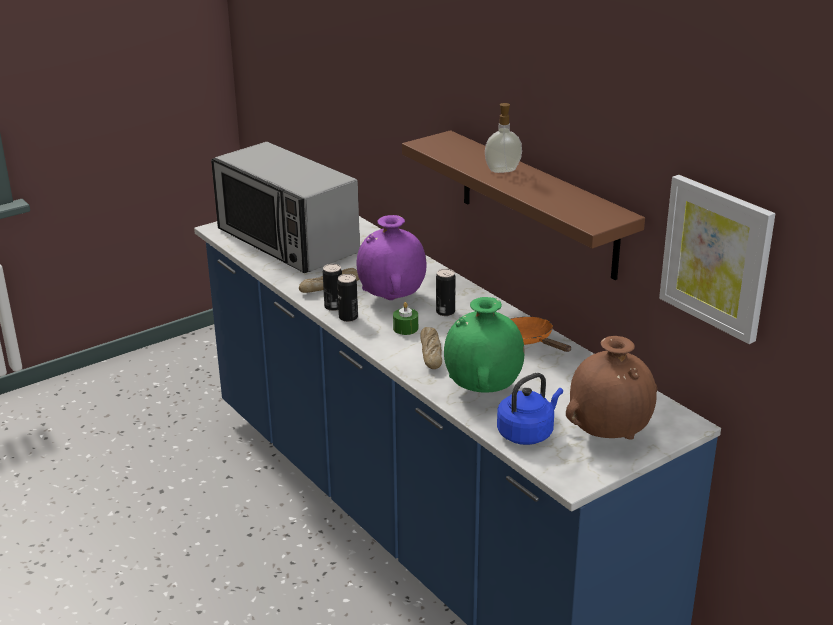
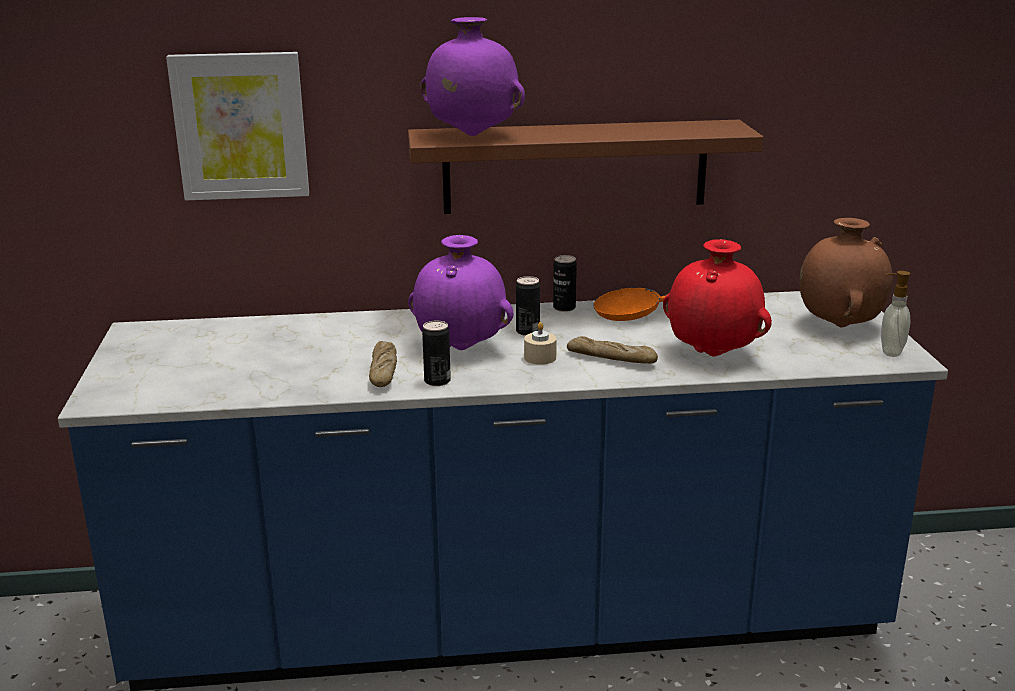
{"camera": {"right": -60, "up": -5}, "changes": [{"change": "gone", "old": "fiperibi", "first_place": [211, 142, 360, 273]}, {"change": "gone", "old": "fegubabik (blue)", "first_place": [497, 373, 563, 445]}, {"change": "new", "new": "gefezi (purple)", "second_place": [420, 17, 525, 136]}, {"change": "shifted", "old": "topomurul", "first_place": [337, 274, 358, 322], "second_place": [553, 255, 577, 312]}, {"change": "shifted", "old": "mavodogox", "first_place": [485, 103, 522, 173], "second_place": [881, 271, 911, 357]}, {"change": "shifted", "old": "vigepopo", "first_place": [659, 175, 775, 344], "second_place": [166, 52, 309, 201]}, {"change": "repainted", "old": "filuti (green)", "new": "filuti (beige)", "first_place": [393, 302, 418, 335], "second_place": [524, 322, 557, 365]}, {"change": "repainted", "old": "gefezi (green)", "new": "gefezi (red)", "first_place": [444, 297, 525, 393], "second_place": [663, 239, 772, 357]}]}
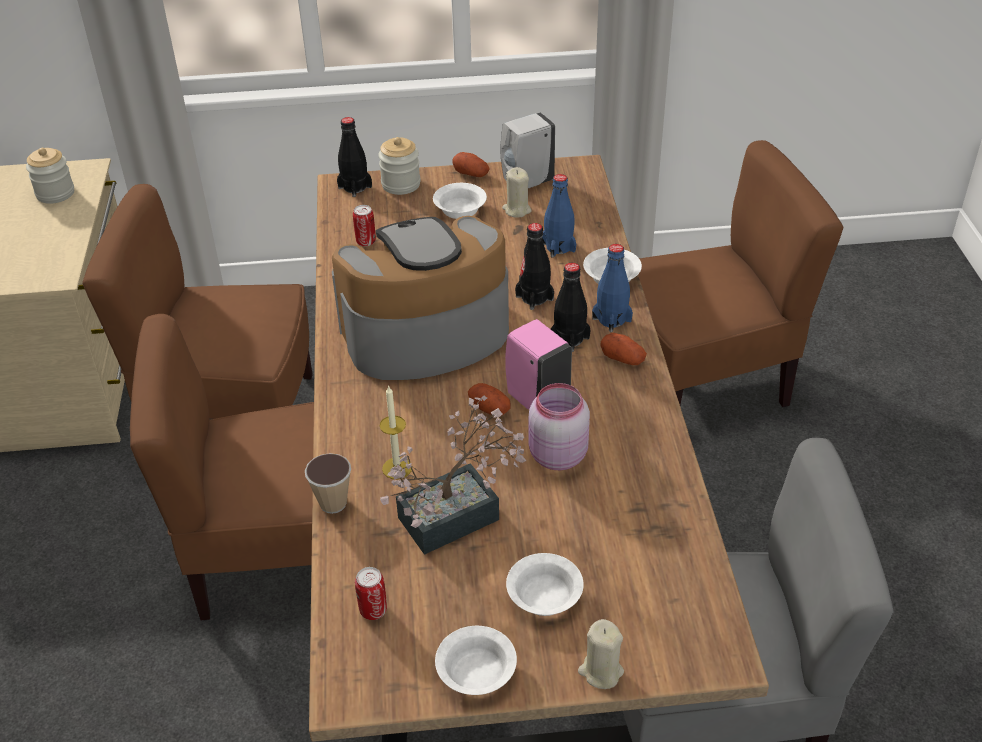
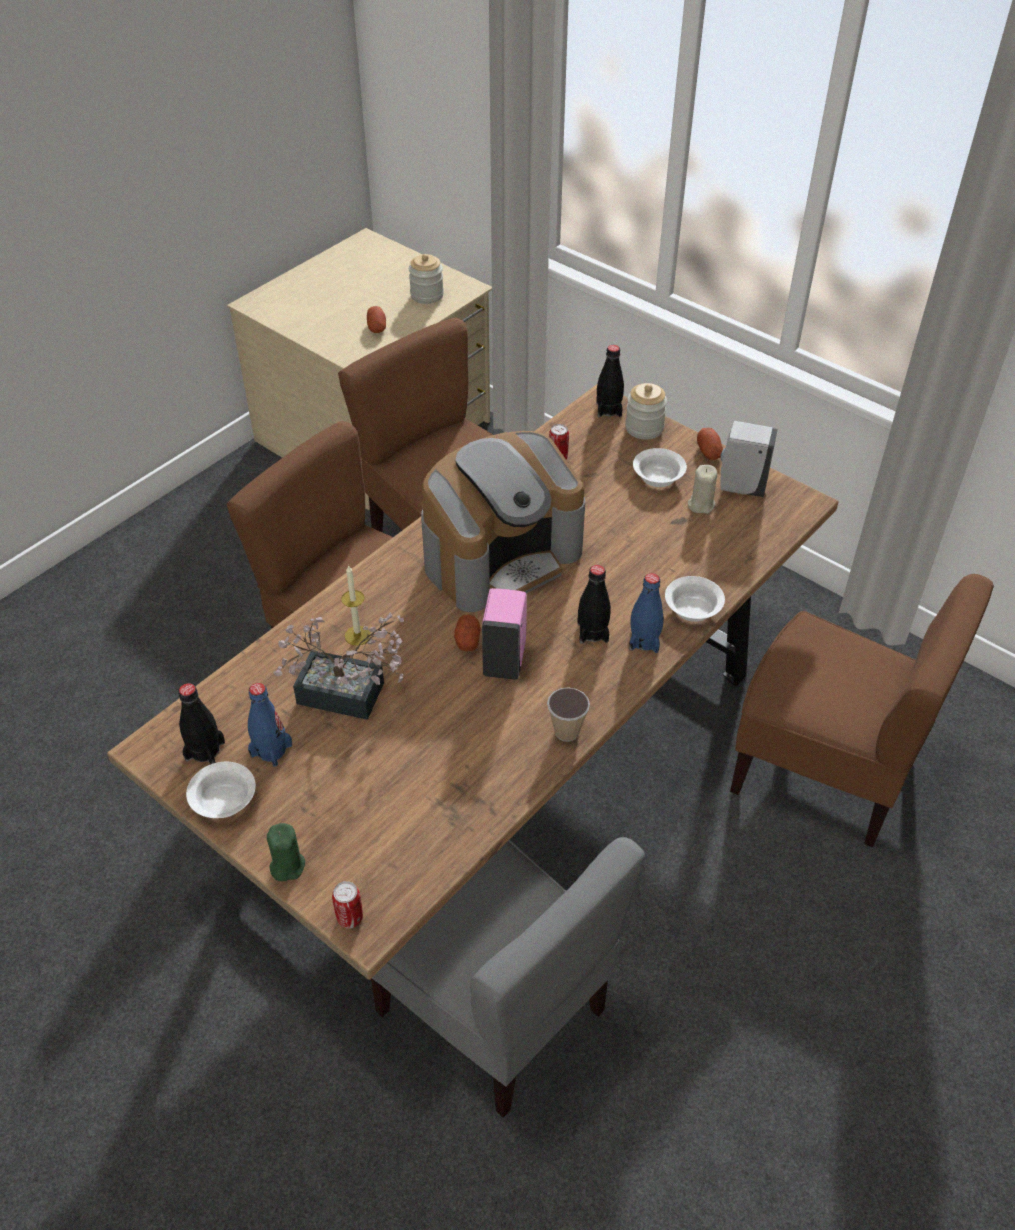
{"camera": {"right": 45, "up": 5}, "changes": [{"change": "gone", "old": "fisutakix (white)", "first_place": [506, 553, 584, 616]}, {"change": "gone", "old": "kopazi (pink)", "first_place": [529, 383, 590, 470]}, {"change": "shifted", "old": "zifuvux", "first_place": [305, 453, 351, 514], "second_place": [547, 688, 590, 742]}, {"change": "shifted", "old": "topomurul", "first_place": [355, 567, 387, 620], "second_place": [332, 881, 363, 929]}, {"change": "shifted", "old": "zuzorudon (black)", "first_place": [515, 223, 554, 310], "second_place": [178, 683, 225, 764]}, {"change": "shifted", "old": "zuzorudon (blue)", "first_place": [542, 174, 576, 257], "second_place": [248, 683, 292, 767]}, {"change": "shifted", "old": "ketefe", "first_place": [600, 333, 647, 365], "second_place": [367, 306, 386, 333]}, {"change": "repainted", "old": "filuti (beige)", "new": "filuti (green)", "first_place": [578, 619, 624, 689], "second_place": [267, 823, 305, 882]}, {"change": "rotated", "old": "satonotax", "first_place": [332, 216, 509, 380], "second_place": [421, 431, 585, 612], "degrees": 120}]}
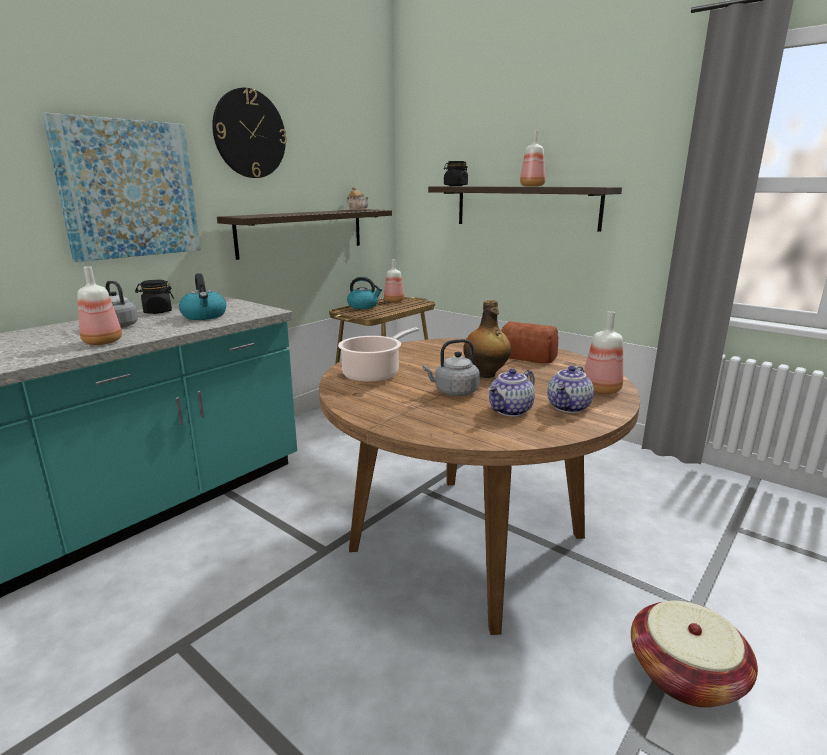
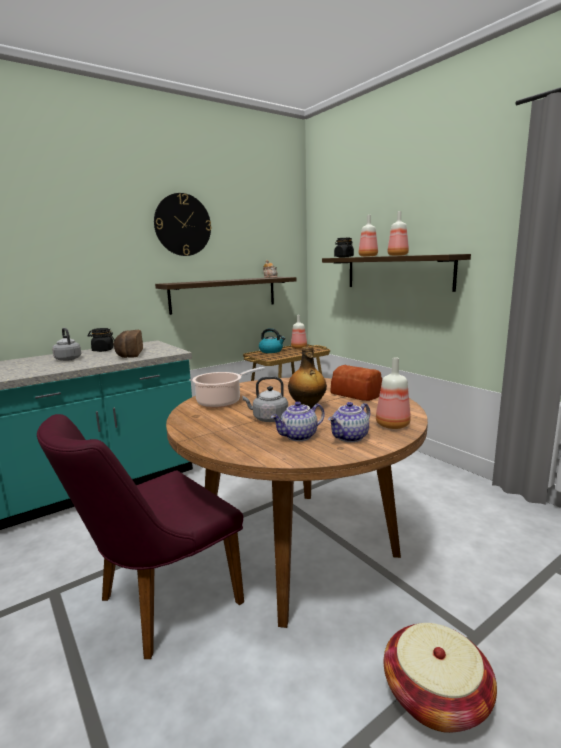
{"camera": {"right": 15, "up": -5}, "changes": [{"change": "gone", "old": "vigepopo", "first_place": [42, 113, 201, 262]}, {"change": "new", "new": "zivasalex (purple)", "second_place": [37, 414, 244, 659]}, {"change": "shifted", "old": "zuzorudon", "first_place": [77, 266, 122, 345], "second_place": [359, 215, 378, 257]}, {"change": "swapped", "old": "fegubabik", "new": "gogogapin", "first_place": [179, 273, 226, 320], "second_place": [113, 330, 143, 358]}]}
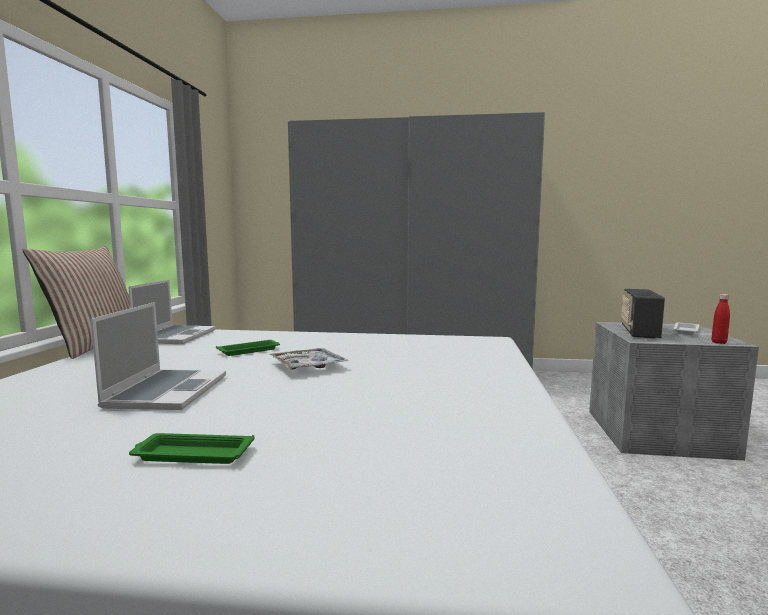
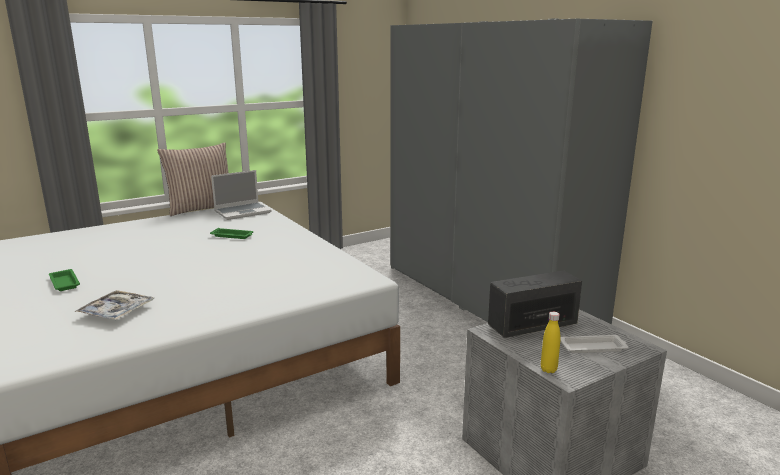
{"camera": {"right": 50, "up": 10}, "changes": [{"change": "gone", "old": "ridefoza", "first_place": [91, 302, 226, 410]}, {"change": "shifted", "old": "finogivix", "first_place": [270, 348, 349, 370], "second_place": [74, 290, 154, 320]}, {"change": "repainted", "old": "zuzorudon (red)", "new": "zuzorudon (yellow)", "first_place": [711, 294, 730, 344], "second_place": [541, 312, 561, 373]}]}
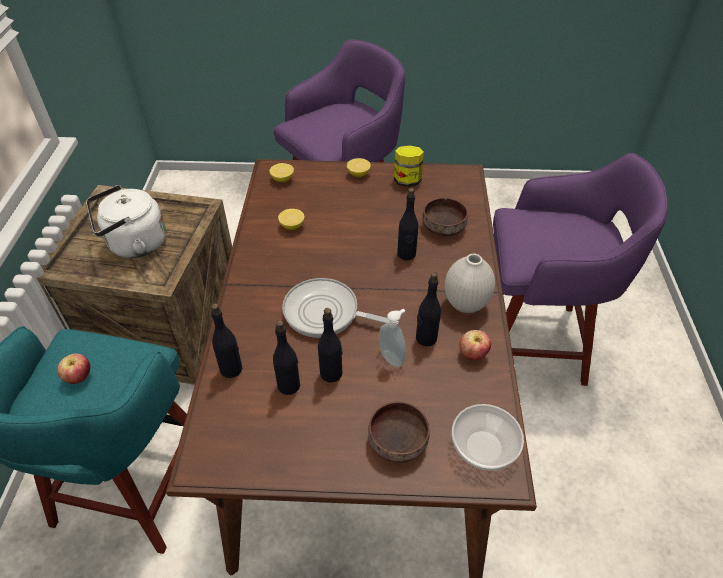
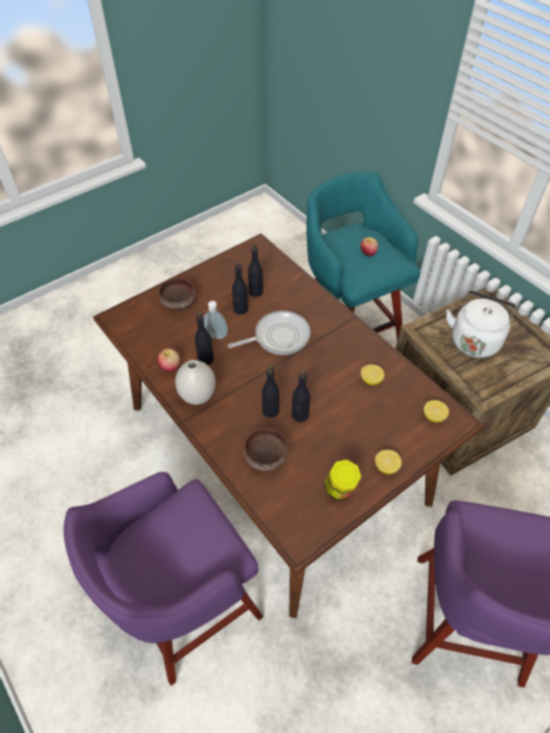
{"camera": {"right": 140, "up": 5}, "changes": [{"change": "gone", "old": "fisutakix", "first_place": [452, 404, 524, 471]}, {"change": "shifted", "old": "zuzorudon (black)", "first_place": [211, 303, 242, 378], "second_place": [292, 369, 310, 422]}]}
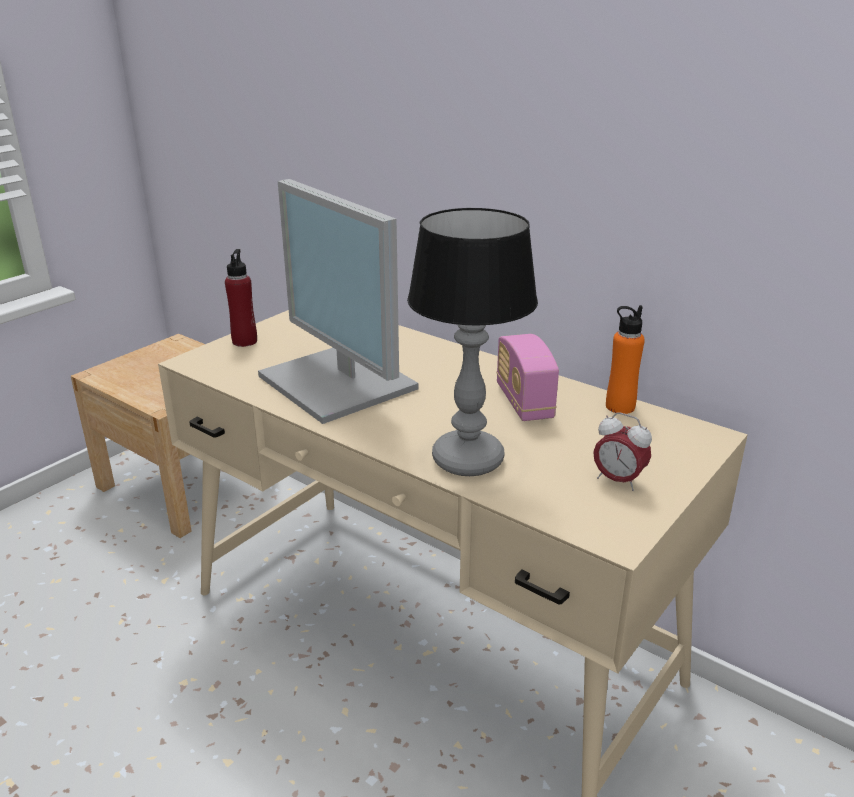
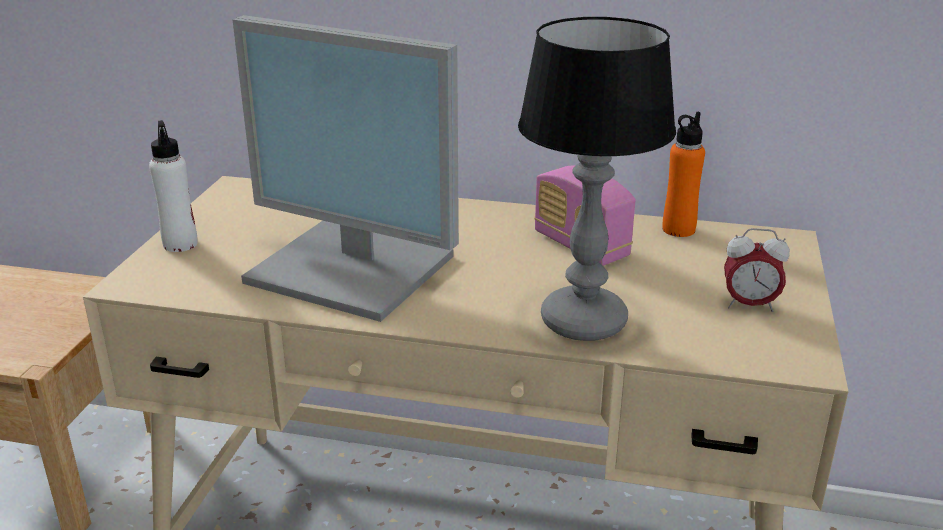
{"camera": {"right": -25, "up": 0}, "changes": [{"change": "repainted", "old": "zuzorudon (red)", "new": "zuzorudon (white)", "first_place": [225, 249, 257, 347], "second_place": [149, 120, 198, 252]}]}
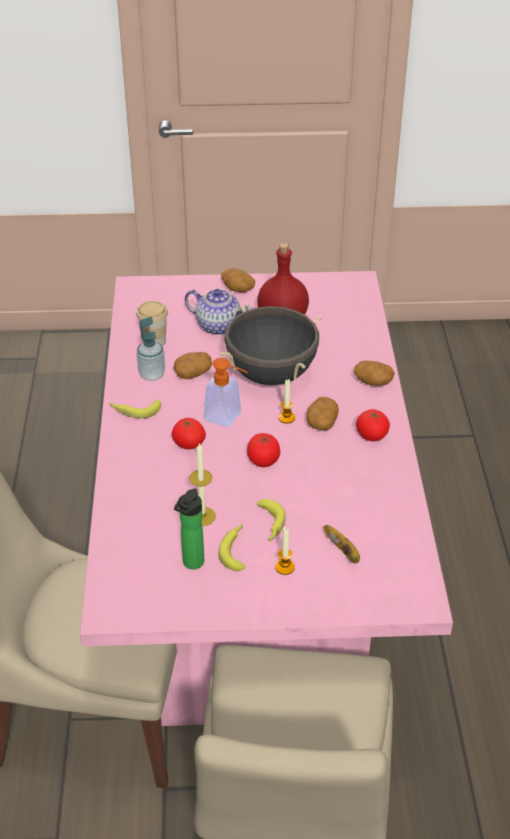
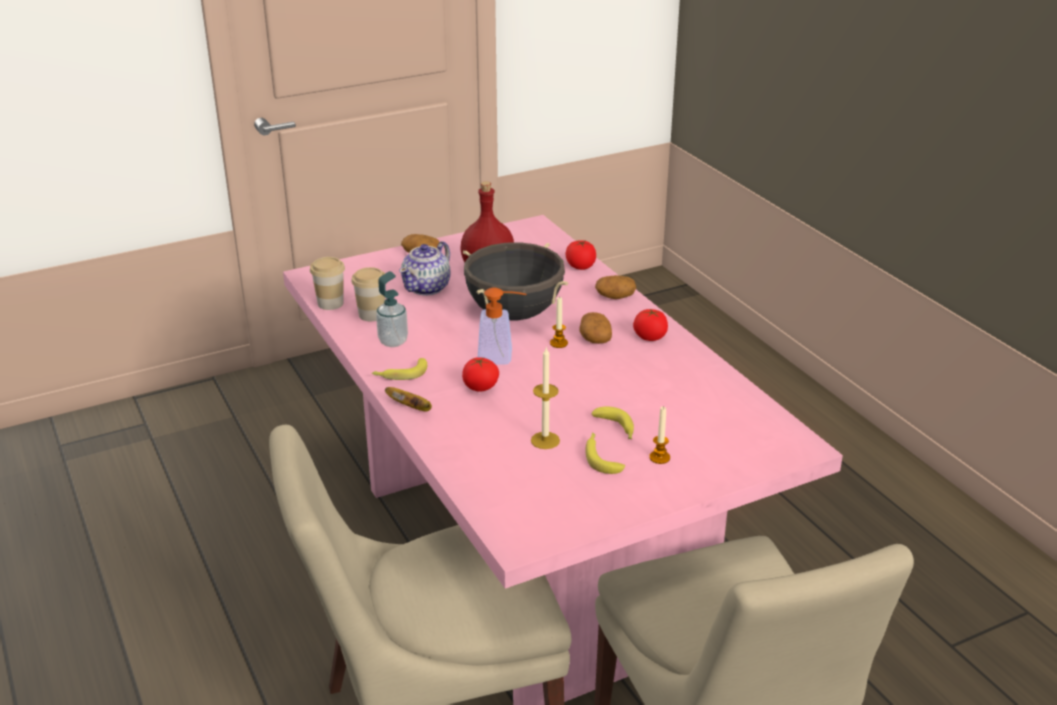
{"camera": {"right": -25, "up": -10}, "changes": [{"change": "gone", "old": "ketefe", "first_place": [173, 352, 212, 379]}, {"change": "gone", "old": "zuzorudon", "first_place": [174, 488, 204, 570]}, {"change": "new", "new": "zifuvux", "second_place": [310, 257, 345, 310]}, {"change": "shifted", "old": "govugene", "first_place": [247, 433, 280, 467], "second_place": [566, 240, 596, 270]}, {"change": "shifted", "old": "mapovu", "first_place": [324, 525, 360, 563], "second_place": [385, 387, 432, 411]}, {"change": "rotated", "old": "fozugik", "first_place": [185, 289, 252, 335], "second_place": [399, 241, 451, 296], "degrees": 120}]}
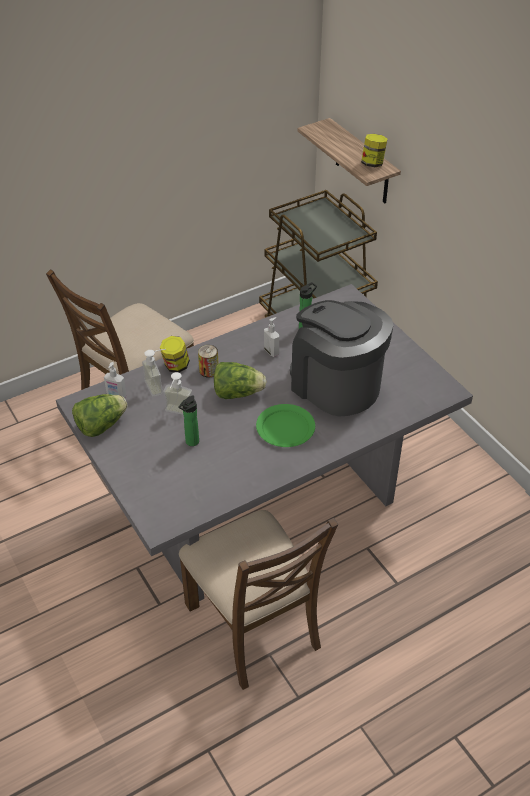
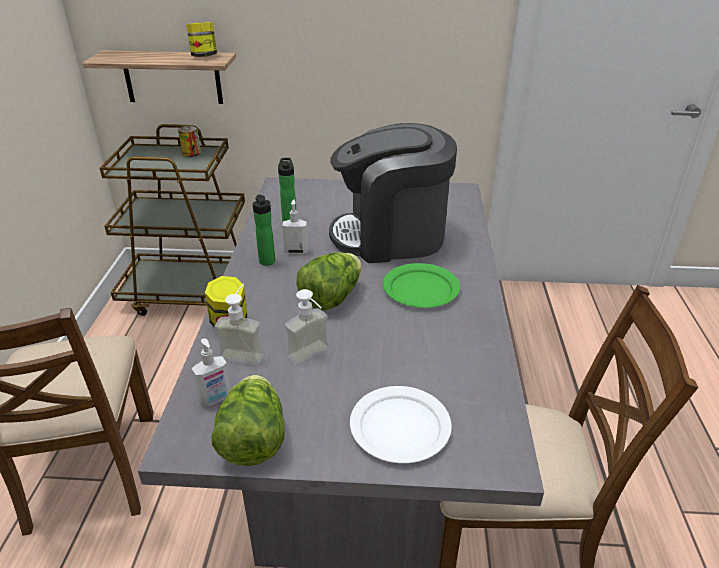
{"camera": {"right": -55, "up": -10}, "changes": [{"change": "new", "new": "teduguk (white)", "second_place": [350, 386, 452, 463]}, {"change": "shifted", "old": "zuzorudon", "first_place": [178, 396, 199, 446], "second_place": [253, 195, 275, 266]}, {"change": "shifted", "old": "topomurul", "first_place": [198, 345, 218, 377], "second_place": [178, 126, 201, 157]}]}
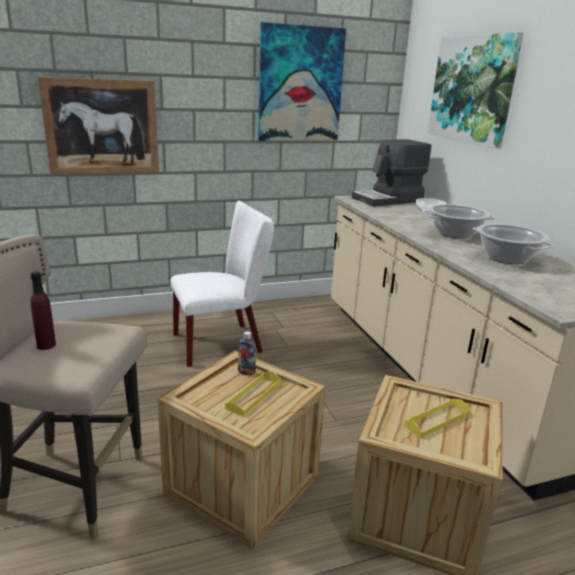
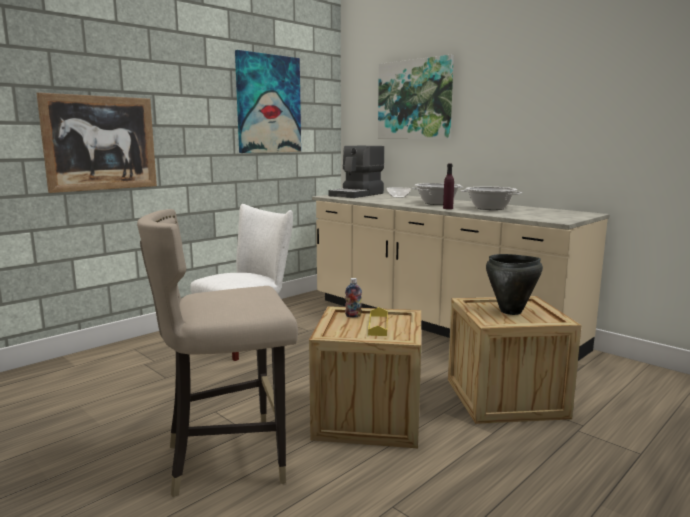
{"camera": {"right": -25, "up": -10}, "changes": [{"change": "shifted", "old": "zuzorudon (purple)", "first_place": [30, 271, 56, 350], "second_place": [443, 164, 454, 209]}, {"change": "swapped", "old": "finogivix (yellow)", "new": "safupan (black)", "first_place": [404, 399, 470, 438], "second_place": [486, 254, 543, 315]}]}
